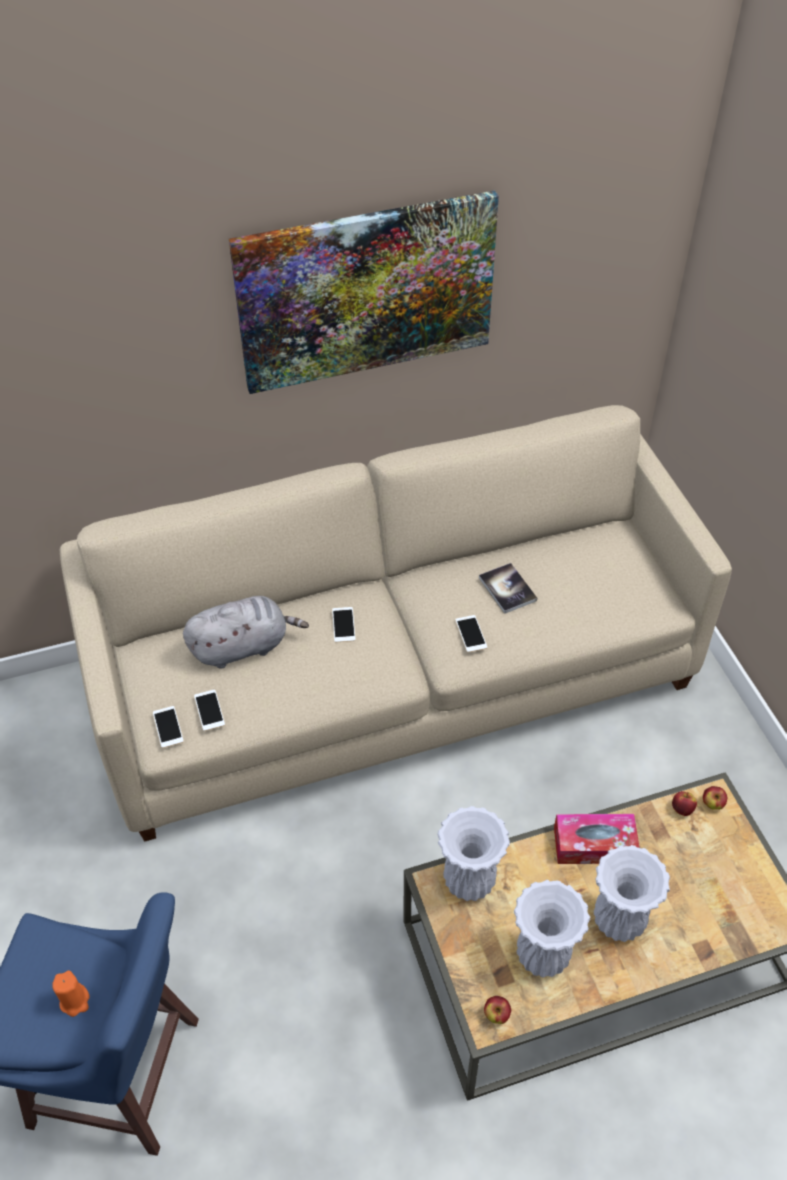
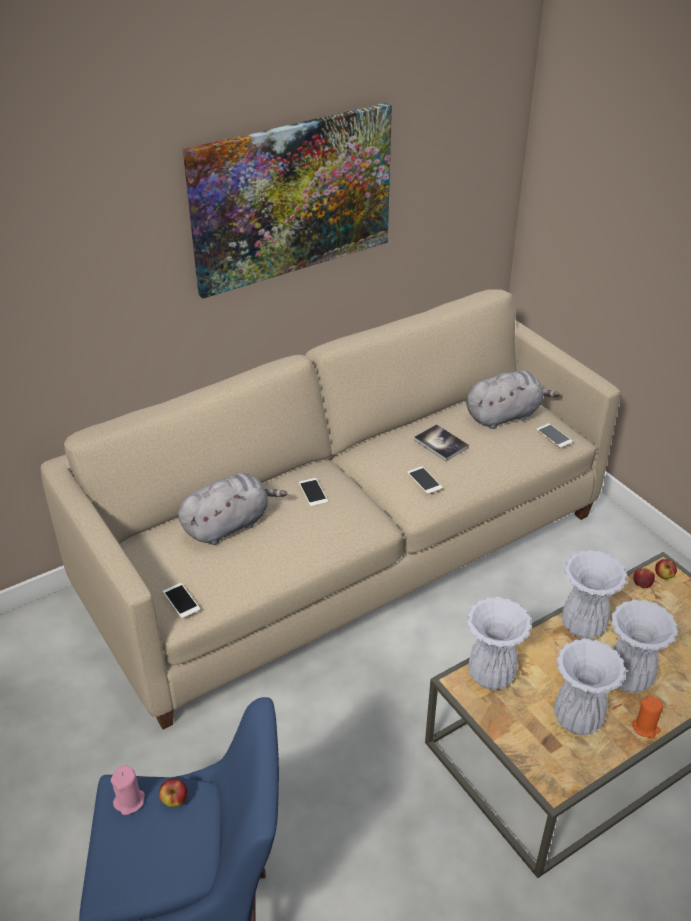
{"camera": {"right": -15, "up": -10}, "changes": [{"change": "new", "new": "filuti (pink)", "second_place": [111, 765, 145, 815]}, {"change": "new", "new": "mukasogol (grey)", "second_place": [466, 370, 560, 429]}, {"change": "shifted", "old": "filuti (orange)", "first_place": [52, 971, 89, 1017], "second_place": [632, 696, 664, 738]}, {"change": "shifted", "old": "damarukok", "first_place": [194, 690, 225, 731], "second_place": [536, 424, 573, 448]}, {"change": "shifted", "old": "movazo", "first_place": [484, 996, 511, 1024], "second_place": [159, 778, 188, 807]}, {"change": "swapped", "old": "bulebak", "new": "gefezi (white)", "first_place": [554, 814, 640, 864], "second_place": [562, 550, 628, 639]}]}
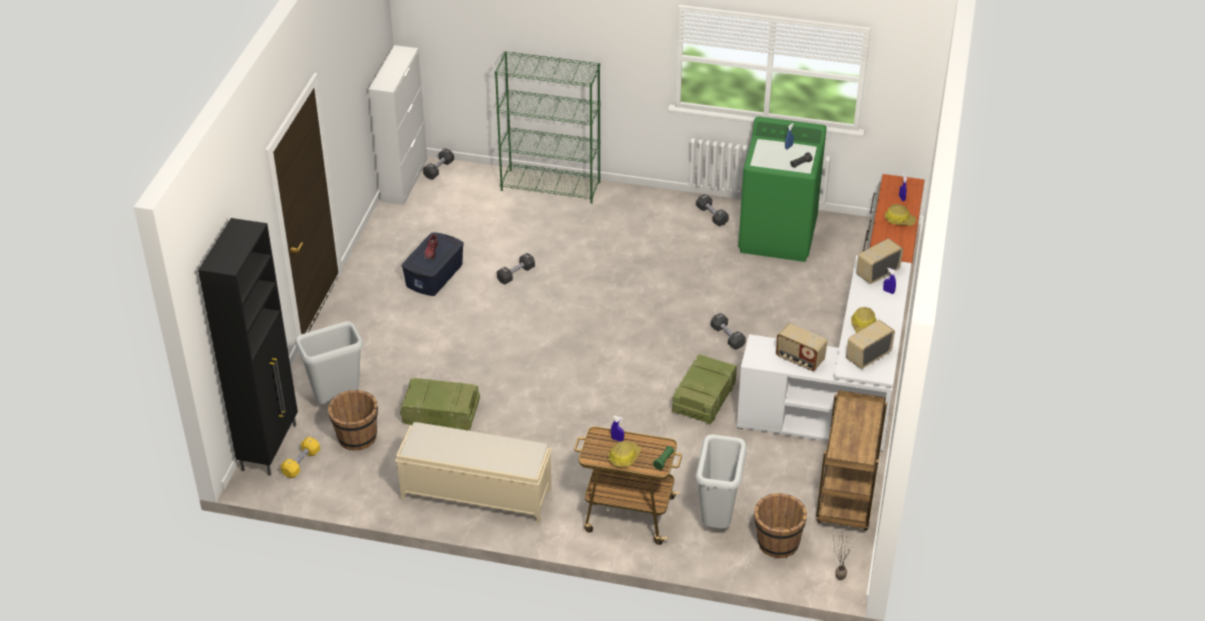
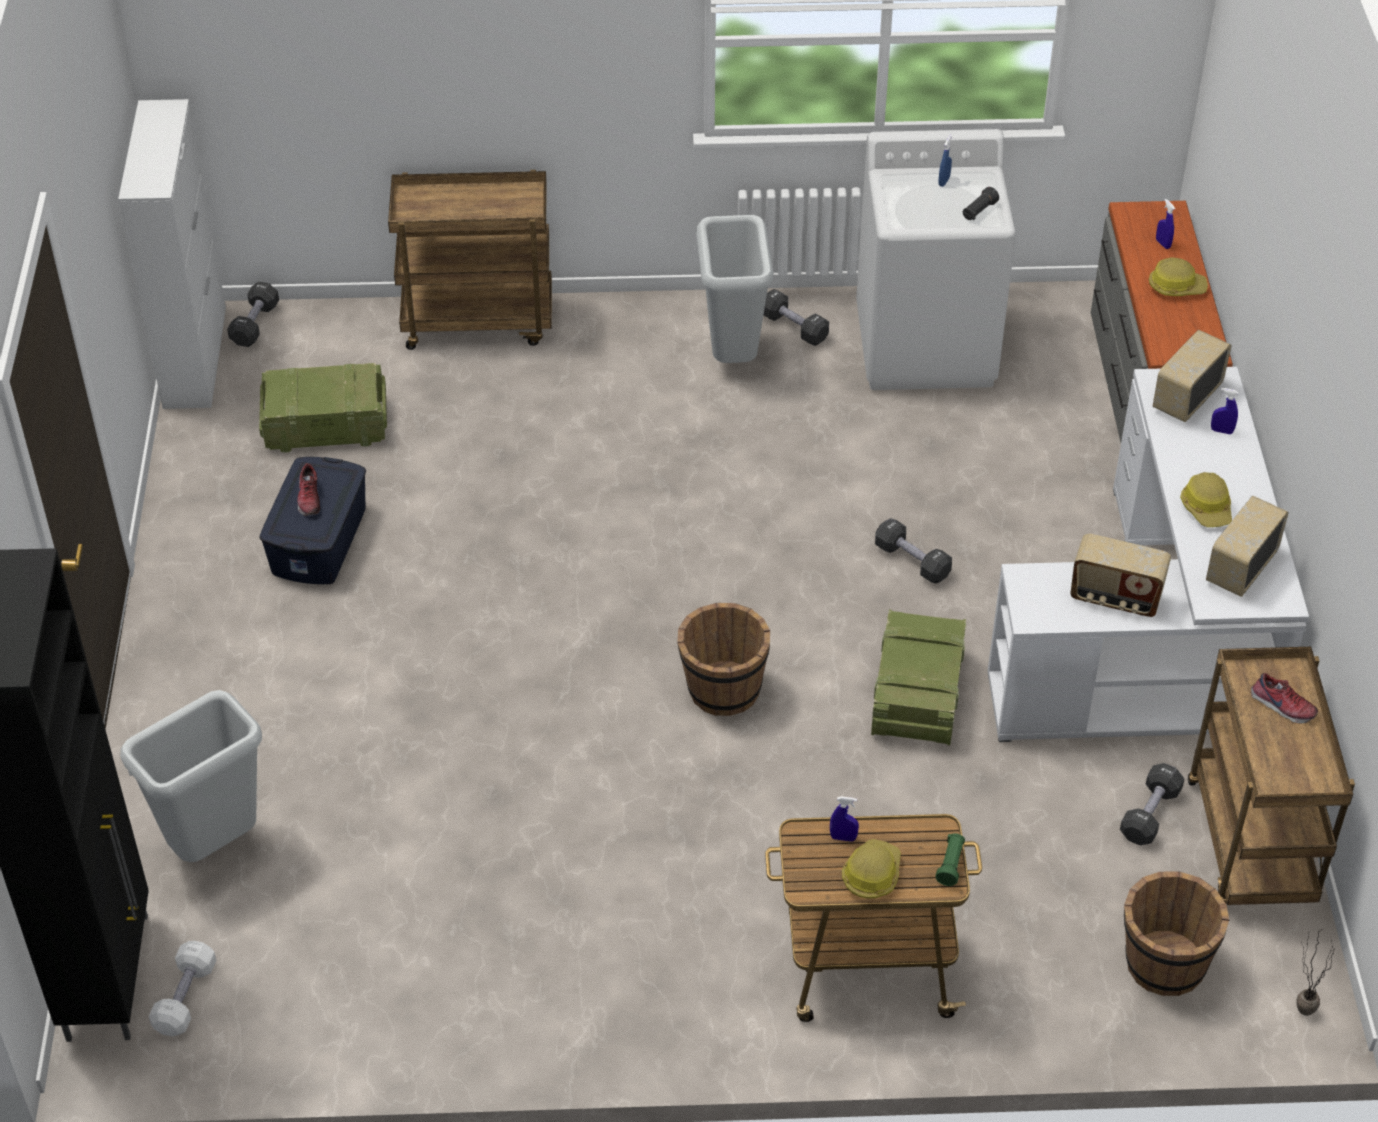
{"camera": {"right": -15, "up": 5}, "changes": [{"change": "gone", "old": "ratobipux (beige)", "first_place": [395, 422, 552, 524]}, {"change": "new", "new": "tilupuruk", "second_place": [1251, 673, 1318, 723]}, {"change": "shifted", "old": "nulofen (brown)", "first_place": [328, 390, 378, 451], "second_place": [677, 603, 770, 716]}, {"change": "shifted", "old": "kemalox", "first_place": [400, 378, 480, 430], "second_place": [259, 363, 387, 452]}, {"change": "shifted", "old": "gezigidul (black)", "first_place": [497, 253, 535, 285], "second_place": [1120, 763, 1185, 845]}, {"change": "shifted", "old": "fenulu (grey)", "first_place": [695, 434, 747, 529], "second_place": [696, 215, 773, 363]}, {"change": "swapped", "old": "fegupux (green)", "new": "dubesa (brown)", "first_place": [495, 51, 600, 204], "second_place": [388, 170, 552, 350]}, {"change": "repainted", "old": "gezigidul (yellow)", "new": "gezigidul (white)", "first_place": [280, 437, 320, 478], "second_place": [149, 941, 216, 1036]}, {"change": "repainted", "old": "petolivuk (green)", "new": "petolivuk (white)", "first_place": [738, 116, 827, 262], "second_place": [856, 129, 1016, 390]}]}
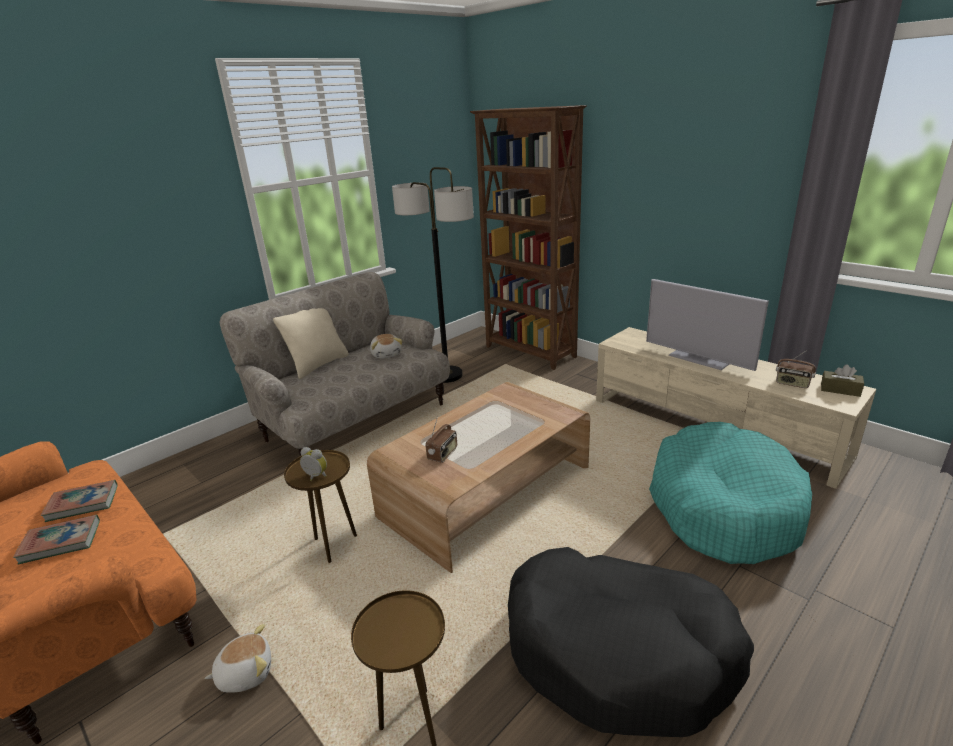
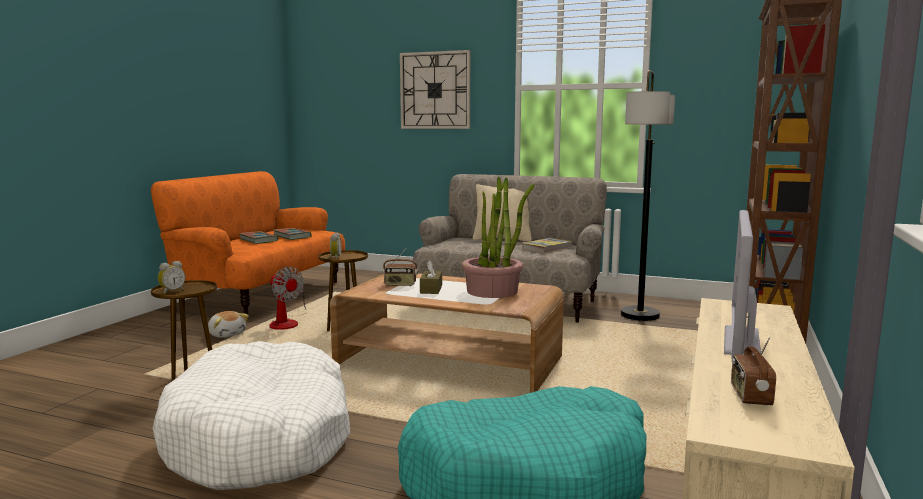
{"camera": {"right": 65, "up": -15}, "changes": [{"change": "new", "new": "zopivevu", "second_place": [158, 261, 185, 294]}, {"change": "new", "new": "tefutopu", "second_place": [269, 267, 306, 330]}, {"change": "new", "new": "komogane", "second_place": [400, 50, 470, 129]}, {"change": "new", "new": "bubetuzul", "second_place": [462, 177, 535, 298]}, {"change": "shifted", "old": "bulebak (brown)", "first_place": [821, 364, 864, 397], "second_place": [420, 260, 442, 294]}, {"change": "swapped", "old": "mukasogol", "new": "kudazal", "first_place": [370, 334, 403, 358], "second_place": [522, 238, 573, 253]}, {"change": "repainted", "old": "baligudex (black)", "new": "baligudex (white)", "first_place": [508, 547, 754, 737], "second_place": [153, 341, 350, 490]}]}
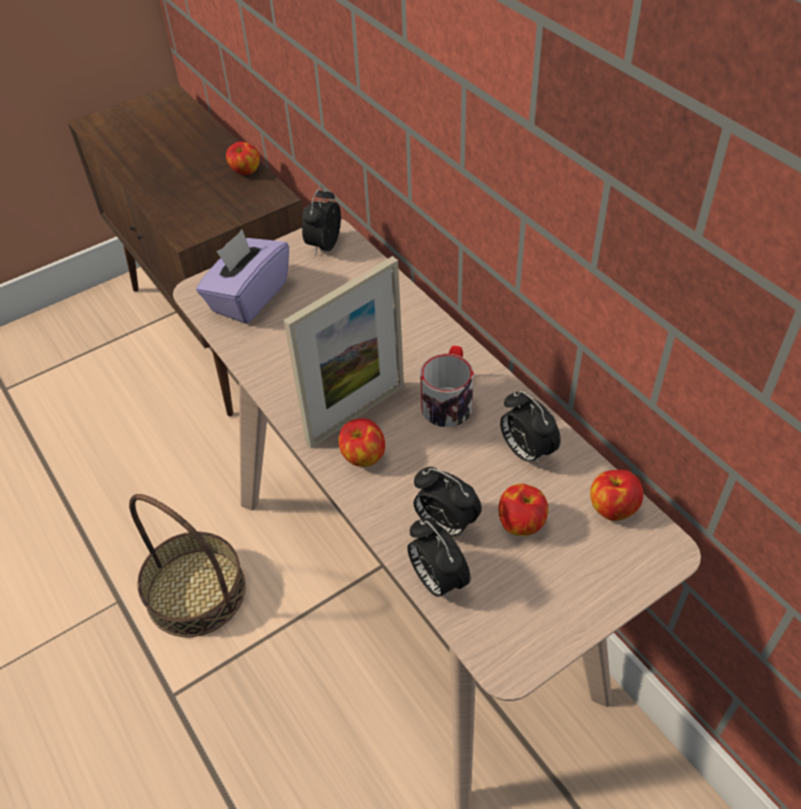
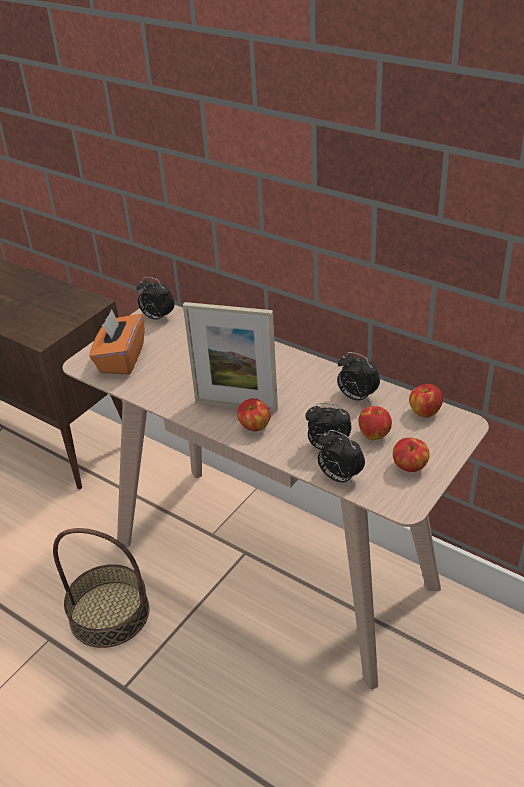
{"camera": {"right": -20, "up": -10}, "changes": [{"change": "gone", "old": "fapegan", "first_place": [420, 345, 474, 427]}, {"change": "shifted", "old": "movazo", "first_place": [226, 141, 260, 175], "second_place": [393, 438, 430, 472]}, {"change": "repainted", "old": "bulebak (purple)", "new": "bulebak (orange)", "first_place": [196, 230, 289, 324], "second_place": [89, 309, 144, 375]}, {"change": "rotated", "old": "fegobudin", "first_place": [284, 256, 404, 449], "second_place": [183, 302, 278, 412], "degrees": 75}, {"change": "rotated", "old": "zopivevu", "first_place": [302, 186, 341, 256], "second_place": [136, 277, 175, 321], "degrees": -60}]}
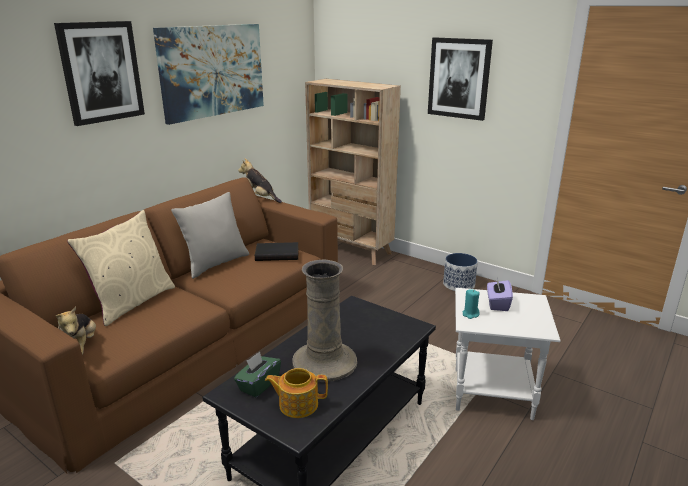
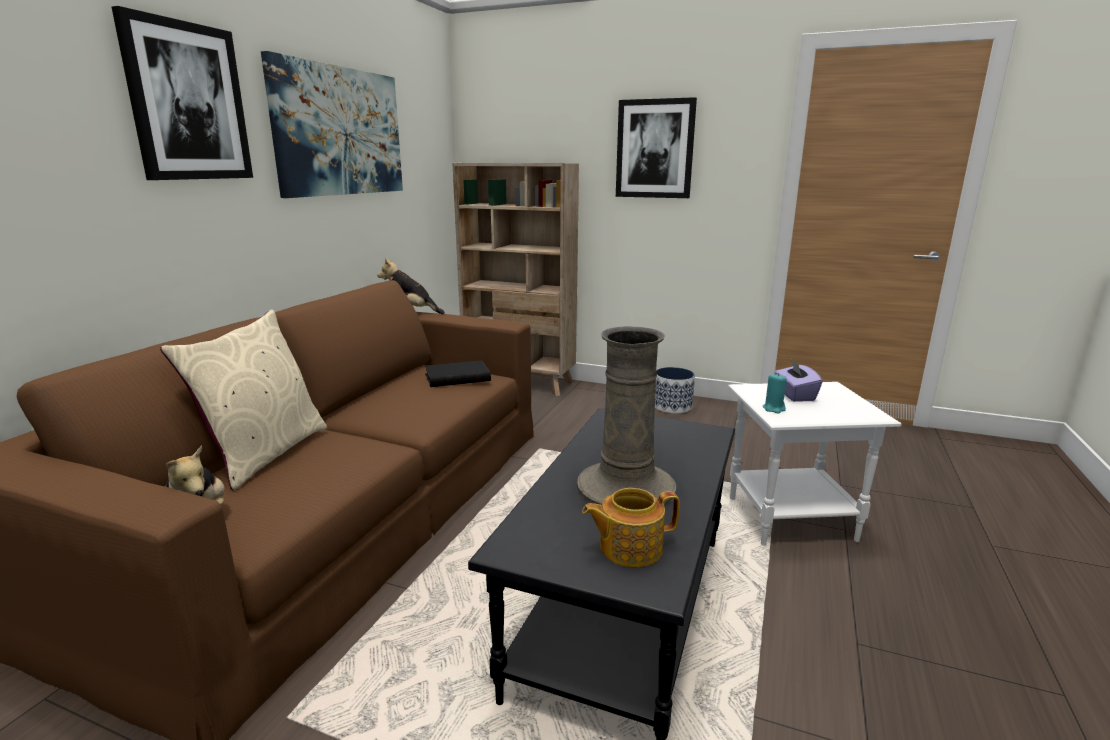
{"camera": {"right": -15, "up": -5}, "changes": [{"change": "gone", "old": "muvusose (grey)", "first_place": [171, 192, 249, 279]}, {"change": "gone", "old": "bulebak (green)", "first_place": [234, 351, 281, 398]}]}
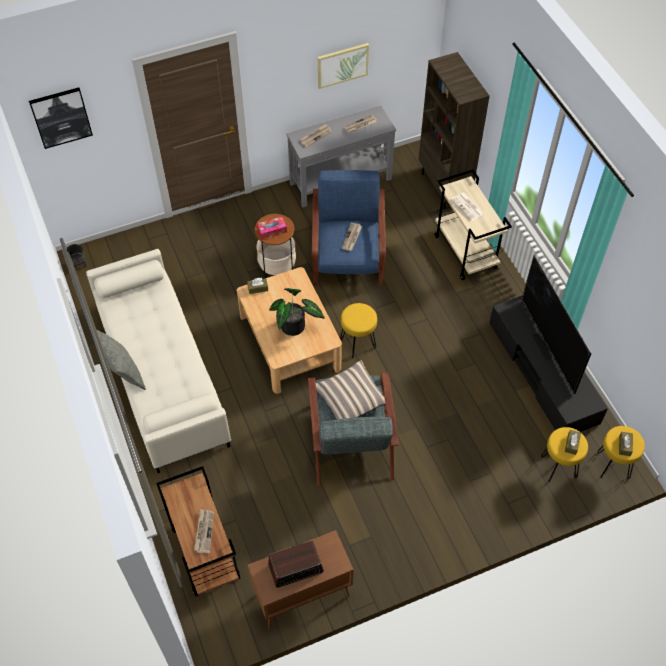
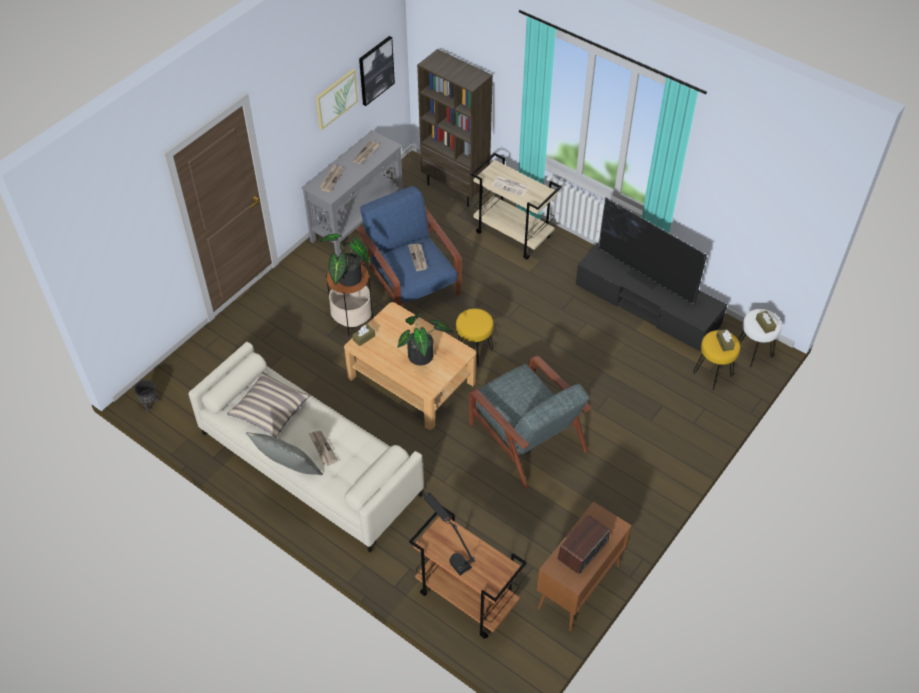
{"camera": {"right": -30, "up": -5}, "changes": [{"change": "new", "new": "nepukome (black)", "second_place": [424, 493, 475, 576]}, {"change": "shifted", "old": "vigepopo", "first_place": [29, 88, 93, 149], "second_place": [359, 36, 395, 106]}, {"change": "shifted", "old": "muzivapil", "first_place": [194, 509, 214, 553], "second_place": [309, 430, 338, 466]}, {"change": "shifted", "old": "muvusose", "first_place": [316, 360, 386, 420], "second_place": [227, 372, 310, 438]}, {"change": "swapped", "old": "bulebak", "new": "bubetuzul", "first_place": [257, 217, 287, 240], "second_place": [319, 234, 369, 287]}, {"change": "repainted", "old": "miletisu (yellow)", "new": "miletisu (white)", "first_place": [597, 426, 645, 480], "second_place": [738, 309, 782, 368]}]}
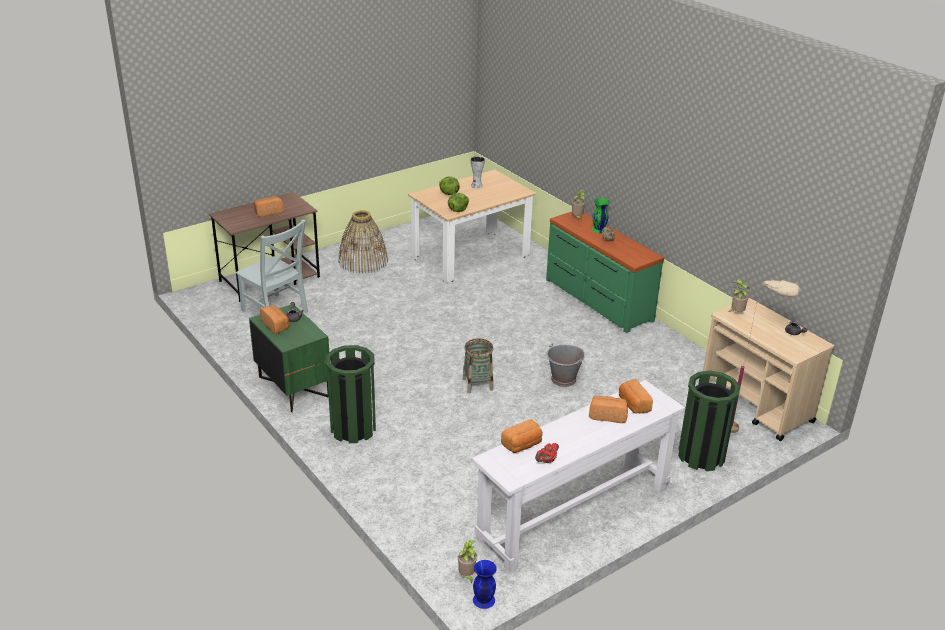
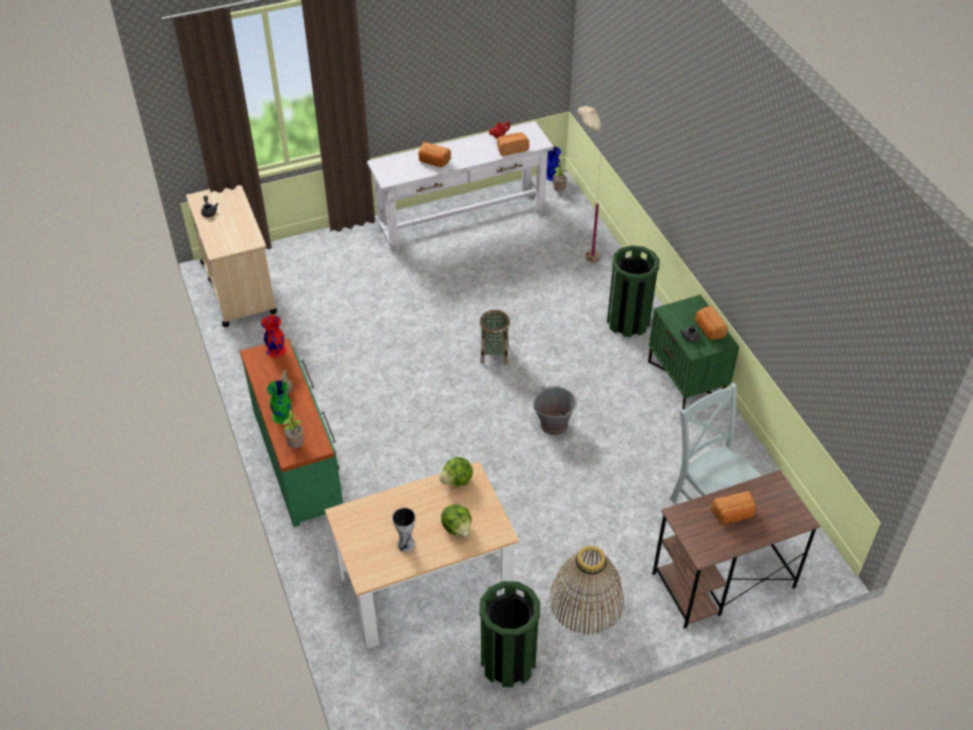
{"camera": {"right": -165, "up": 15}, "changes": [{"change": "gone", "old": "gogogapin", "first_place": [619, 379, 653, 414]}, {"change": "gone", "old": "bubetuzul", "first_place": [728, 279, 750, 312]}, {"change": "new", "new": "gefezi (red)", "second_place": [261, 315, 286, 358]}, {"change": "shifted", "old": "nulofen (grey)", "first_place": [547, 344, 585, 387], "second_place": [533, 386, 577, 435]}, {"change": "shifted", "old": "fenulu (green)", "first_place": [678, 371, 740, 471], "second_place": [479, 581, 540, 687]}, {"change": "shifted", "old": "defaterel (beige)", "first_place": [731, 280, 800, 433], "second_place": [578, 106, 604, 262]}]}
